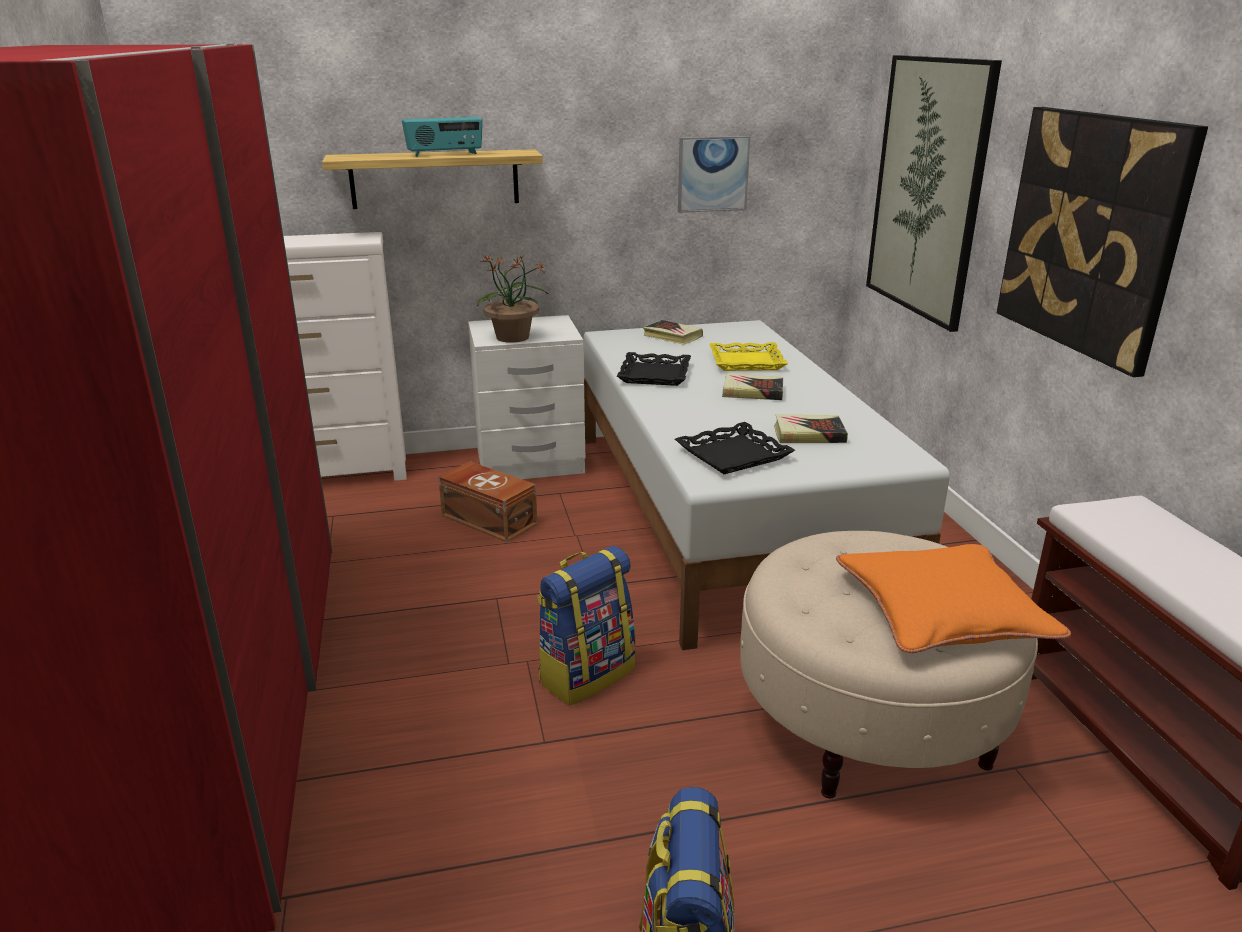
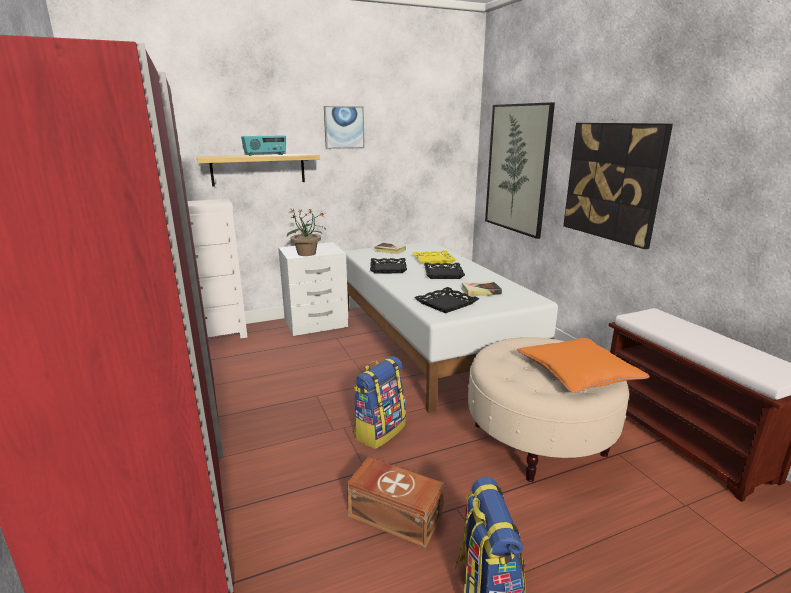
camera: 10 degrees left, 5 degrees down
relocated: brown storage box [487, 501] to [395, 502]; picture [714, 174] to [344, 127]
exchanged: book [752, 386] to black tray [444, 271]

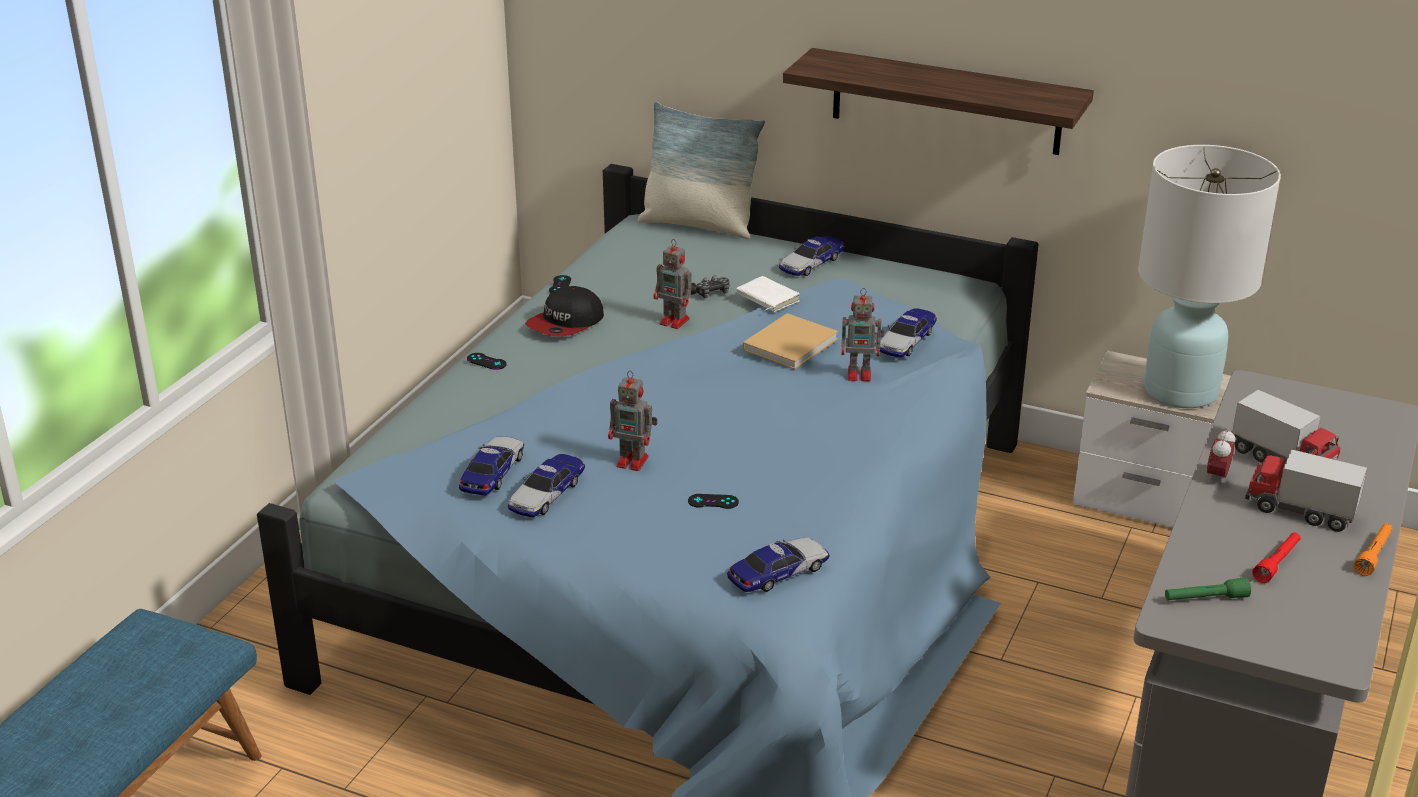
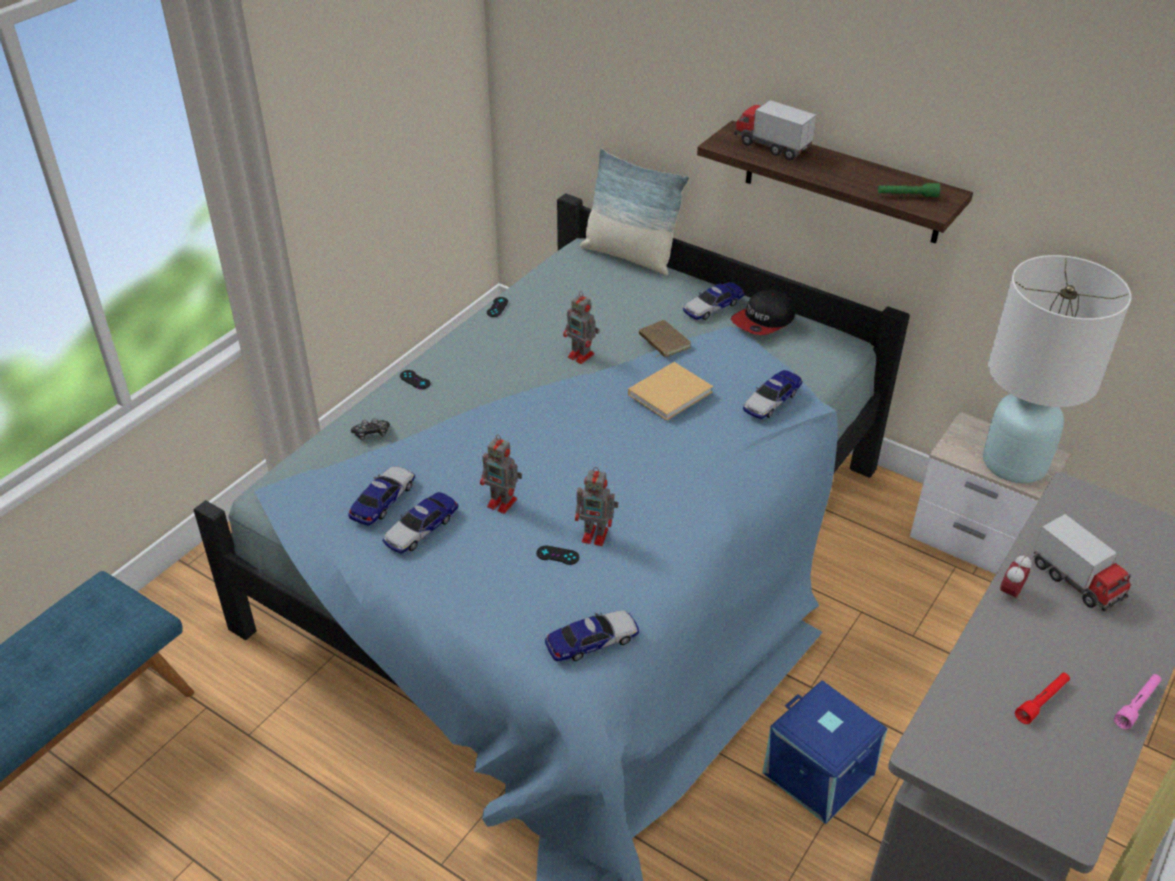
camera: 10 degrees right, 10 degrees up
appeared: blue storage box [825, 752]
relocated: cap [564, 311] to [763, 312]; game controller [710, 287] to [370, 429]; toy robot [862, 334] to [597, 506]; green flashlight [1208, 588] to [909, 190]; toy truck [1306, 490] to [775, 130]
colour: white book [768, 294] to brown book [665, 338]; orange flashlight [1373, 549] to pink flashlight [1137, 702]

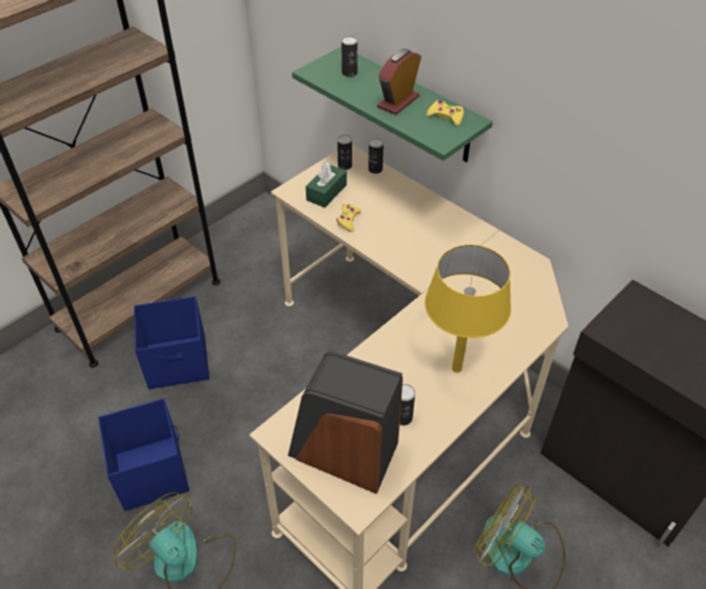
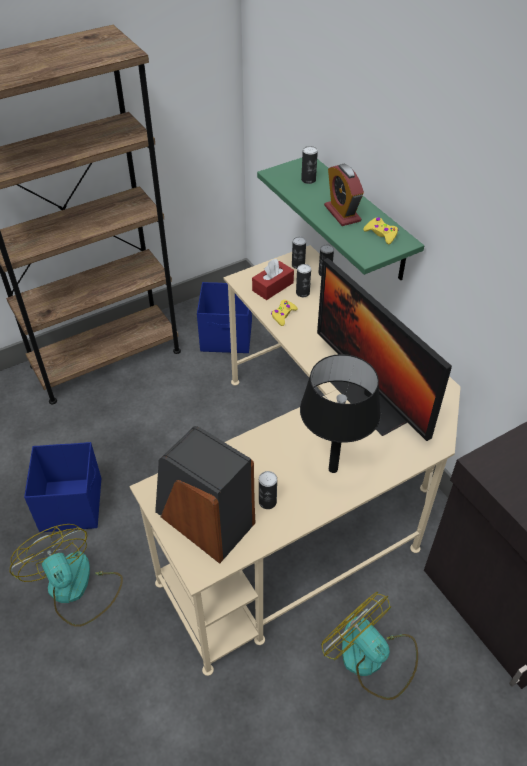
camera: 15 degrees right, 0 degrees up
appeared: can [303, 280]; monitor [384, 349]
relocated: blue storage box [171, 342] to [224, 317]
colour: green tissue box [326, 185] to red tissue box [273, 279]; yellow table lamp [468, 308] to black table lamp [340, 413]
spun: alarm clock [399, 82] = [344, 195] 75 degrees counterclockwise

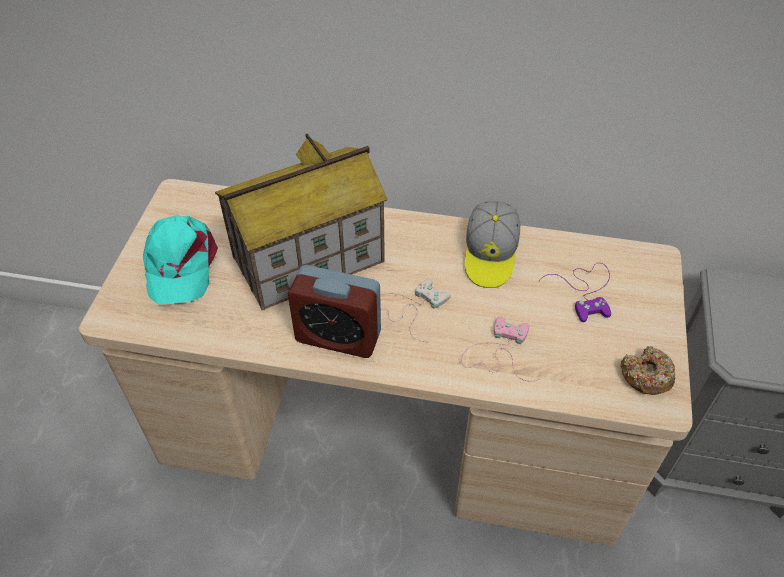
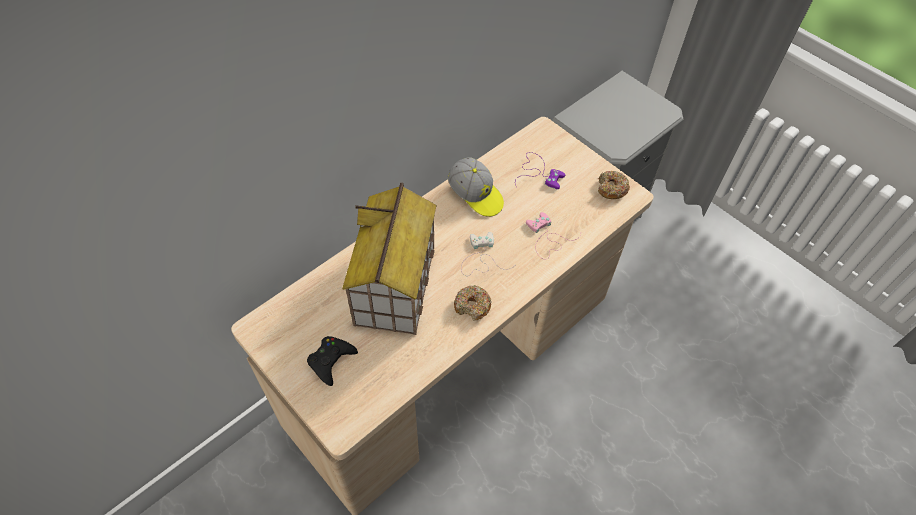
camera: 55 degrees left, 5 degrees up
exchanged: turquoise cap [180, 260] to black game controller [332, 361]; alarm clock [334, 311] to donut [472, 303]

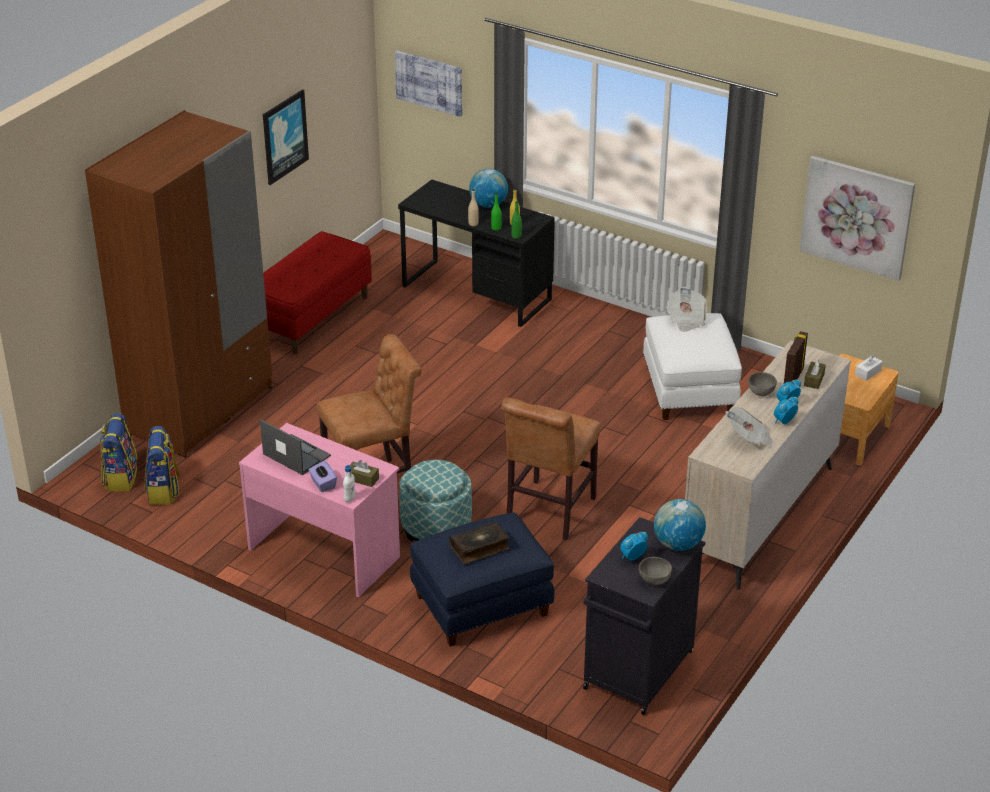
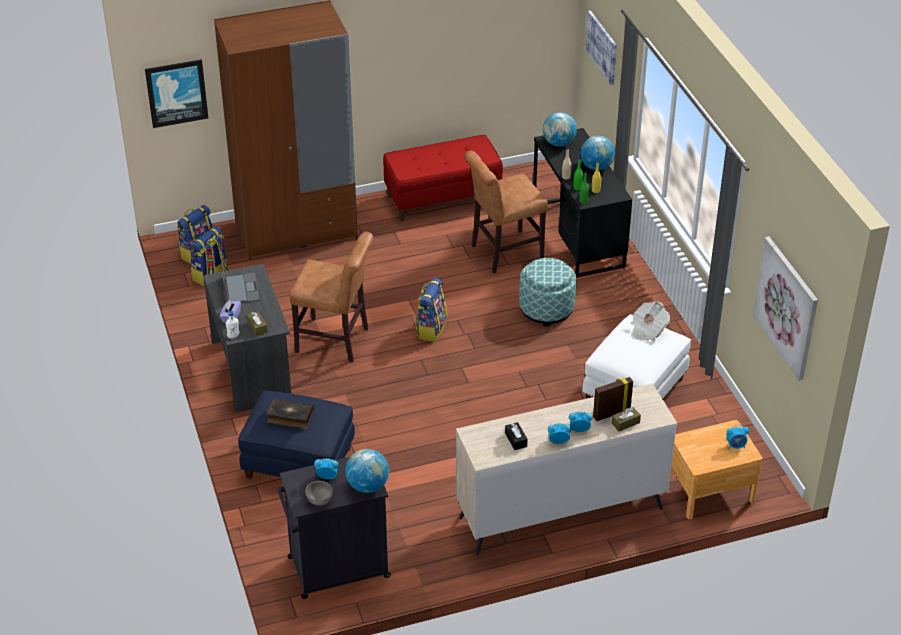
camera: 40 degrees right, 5 degrees up
missing: grey bowl [762, 384]
appeared: backpack [431, 310]; globe [560, 129]
relocated: picture [286, 137] to [176, 93]; ottoman [435, 500] to [547, 292]; brown chair [551, 469] to [506, 212]
exchanged: newspaper [750, 426] to black tissue box [516, 436]; white tissue box [869, 367] to alarm clock [737, 436]
colour: pink desk [319, 510] to grey desk [247, 338]

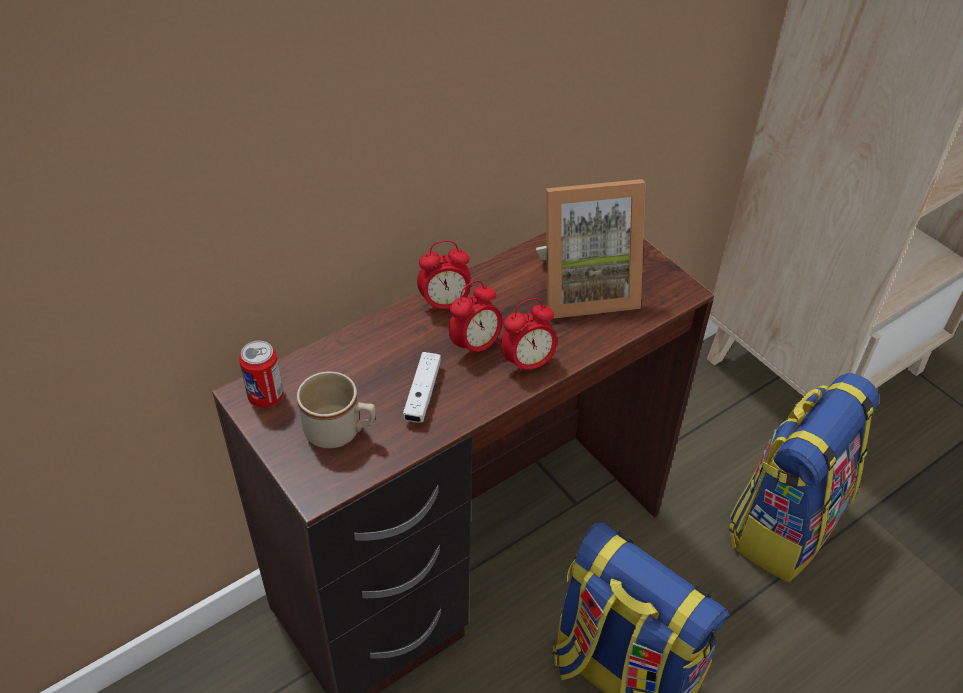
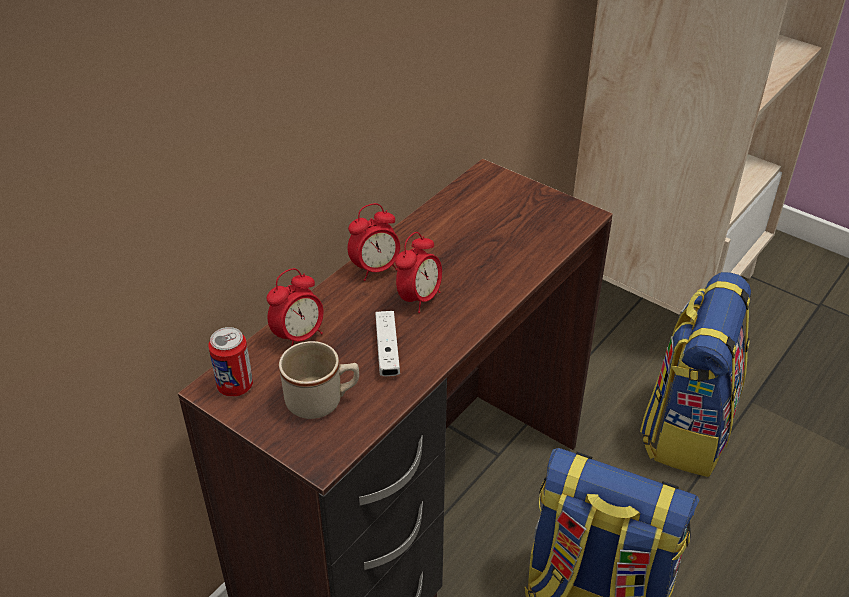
camera: 15 degrees left, 5 degrees down
missing: picture frame [590, 249]
relocated: alarm clock [528, 338] to [295, 307]

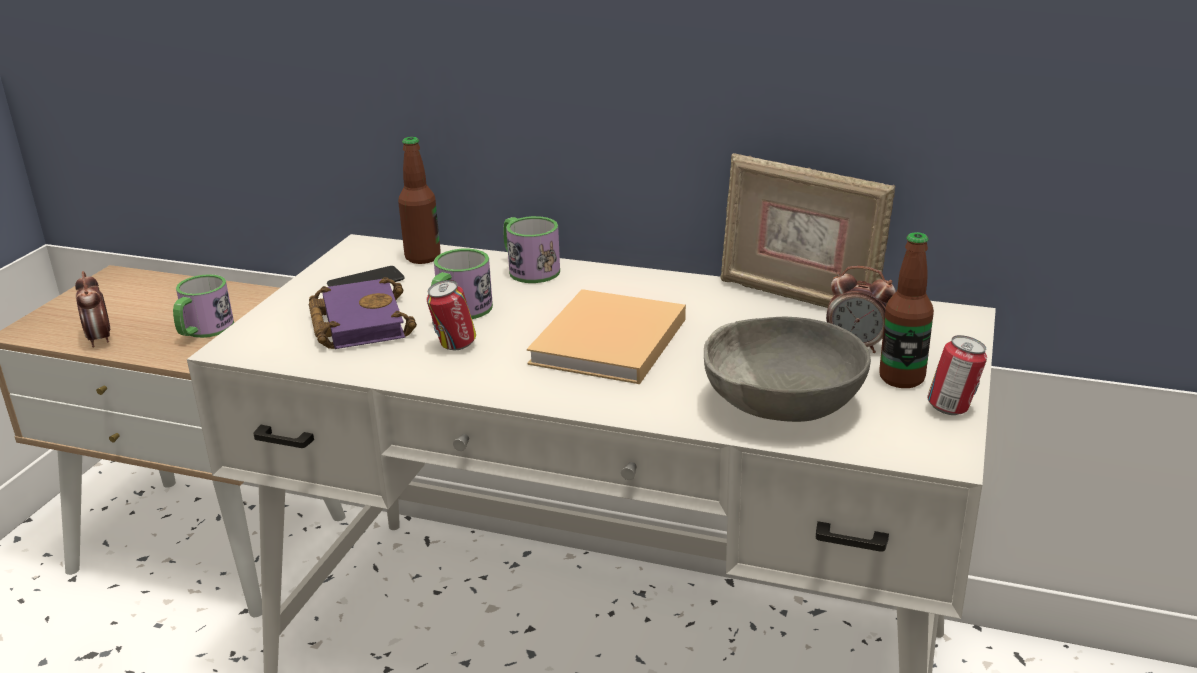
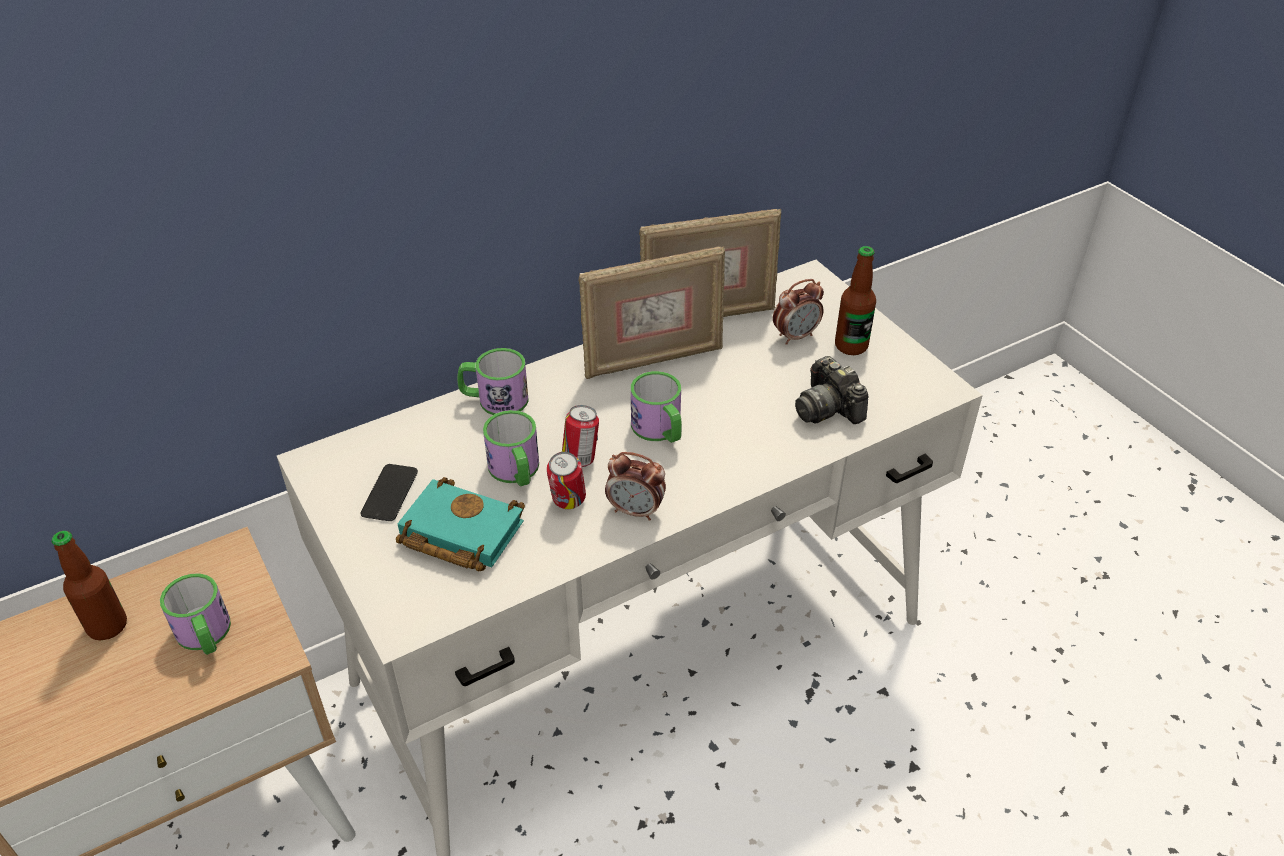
camera: 50 degrees left, 15 degrees up
appeared: picture frame [651, 312]
relocated: alarm clock [92, 309] to [635, 486]; bottle [419, 200] to [89, 585]; can [957, 375] to [580, 436]
exchanged: beige book [606, 336] to mug [656, 407]; grey bowl [787, 369] to photo camera [832, 390]
colour: purple book [363, 313] to turquoise book [460, 524]

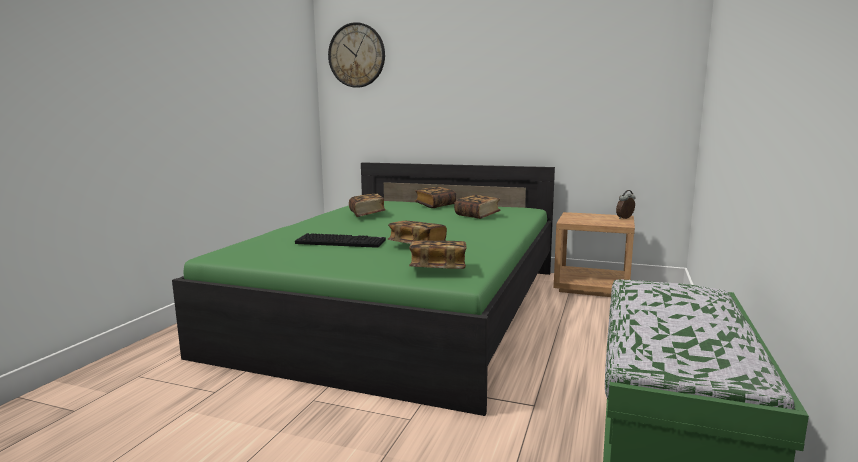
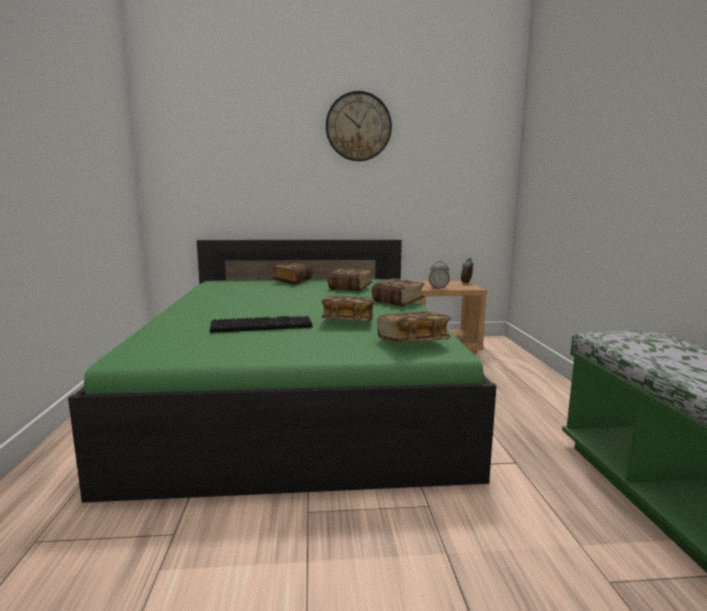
camera: 25 degrees left, 0 degrees up
appeared: alarm clock [439, 275]
relocated: wall clock [356, 55] to [359, 126]; book [367, 205] to [398, 292]

